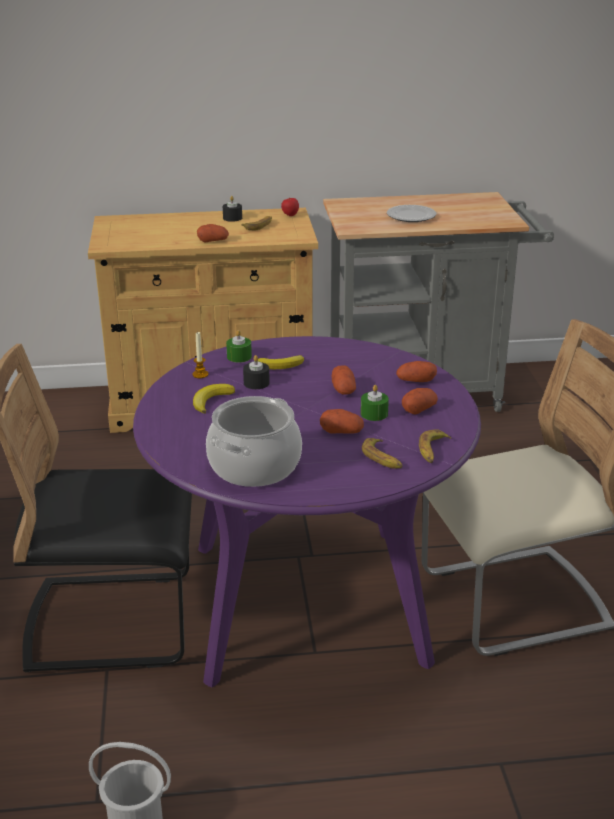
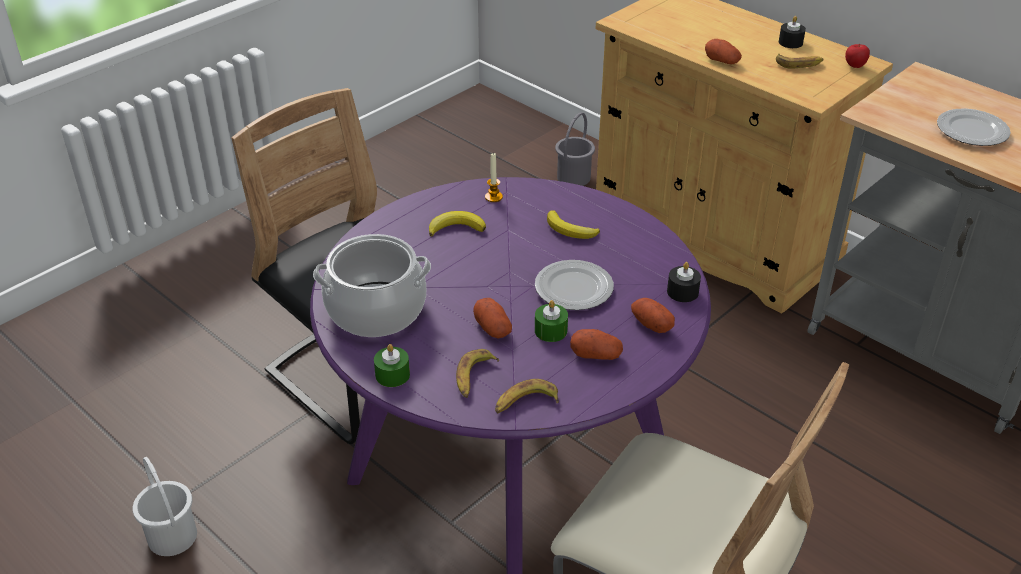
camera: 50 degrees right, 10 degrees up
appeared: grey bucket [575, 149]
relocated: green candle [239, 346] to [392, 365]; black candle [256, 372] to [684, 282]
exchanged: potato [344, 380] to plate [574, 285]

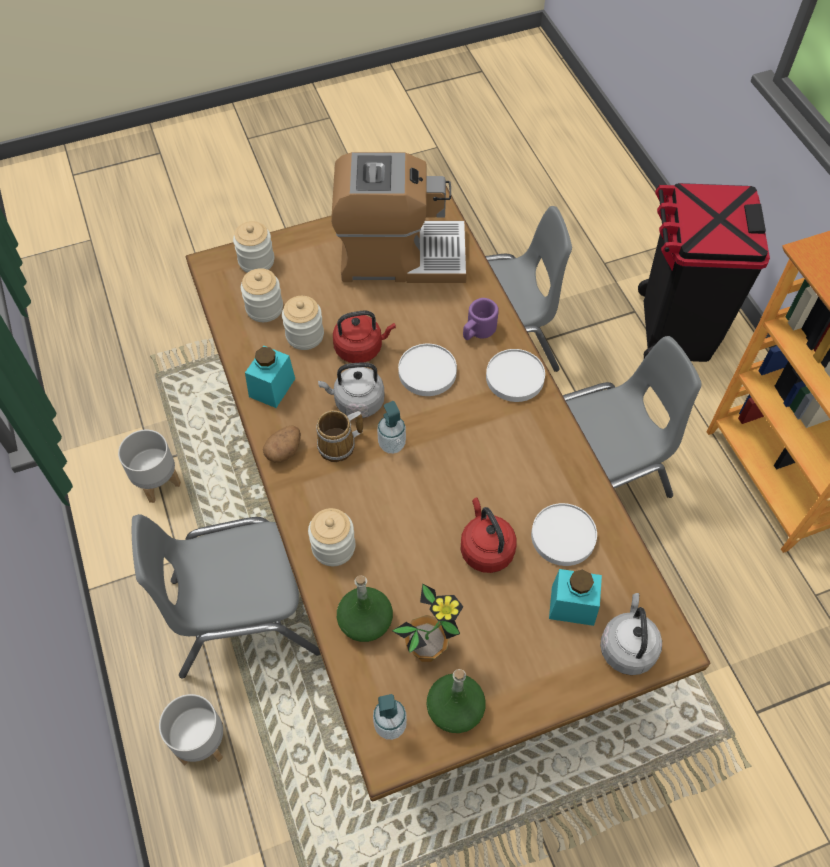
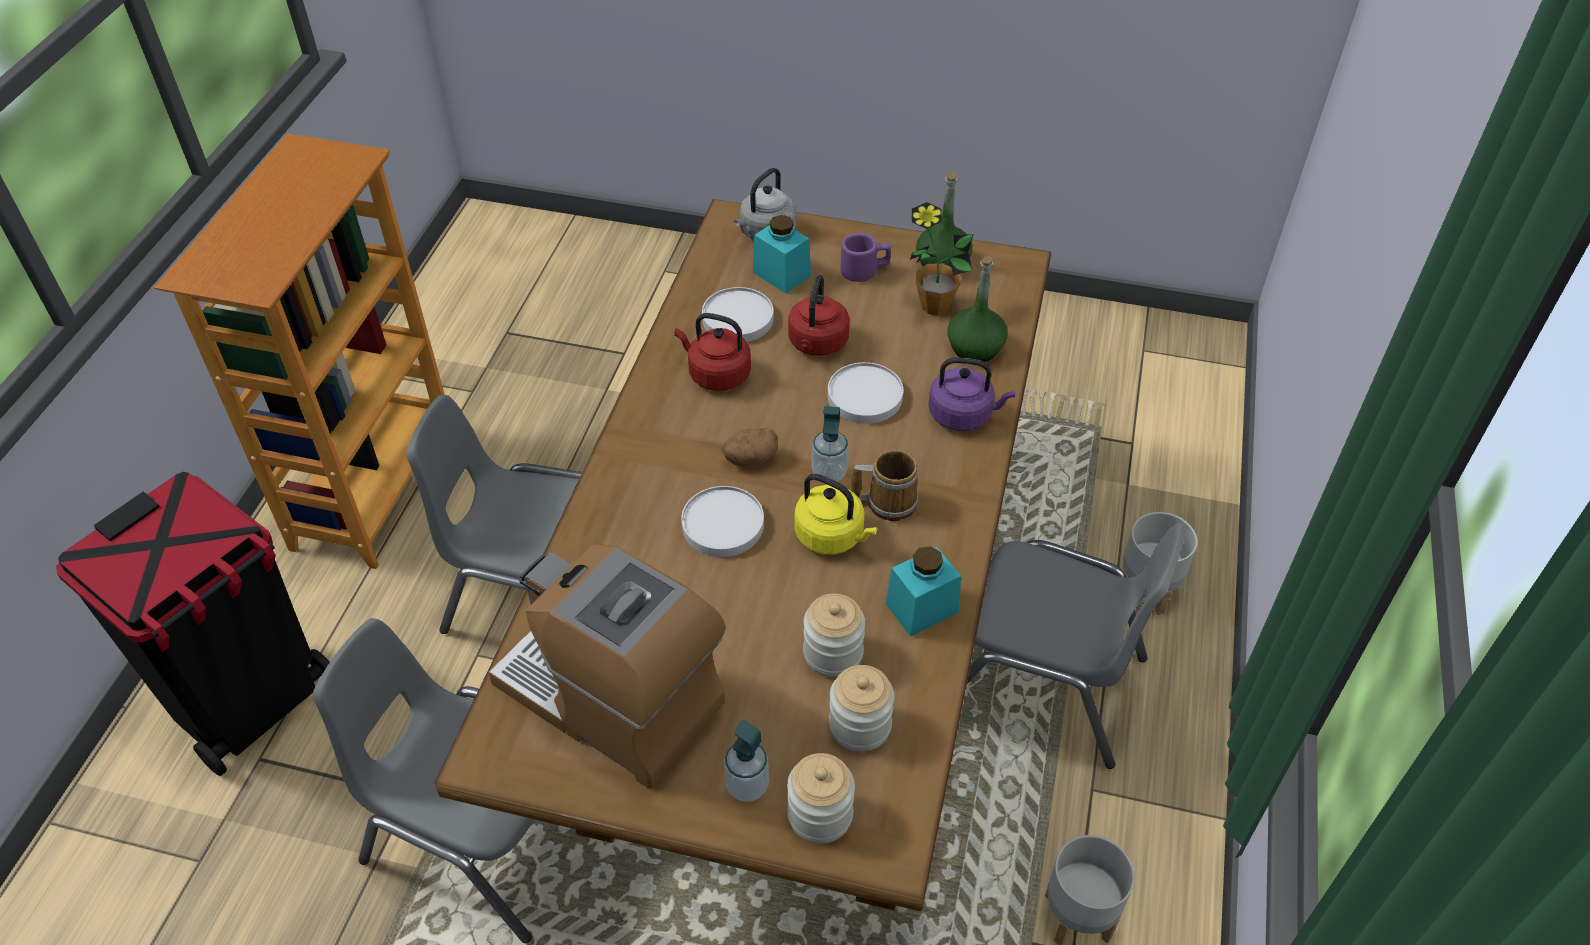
camera: 145 degrees left, 10 degrees down
relocated: potato [282, 444] to [749, 447]; red kettle [364, 336] to [713, 352]; soap dispenser [390, 717] to [746, 761]; purple mug [481, 319] to [866, 257]; white plate [515, 375] to [865, 393]
exchanged: jar [331, 537] to purple kettle [972, 394]
colour: grey kettle [351, 390] to yellow kettle [836, 514]

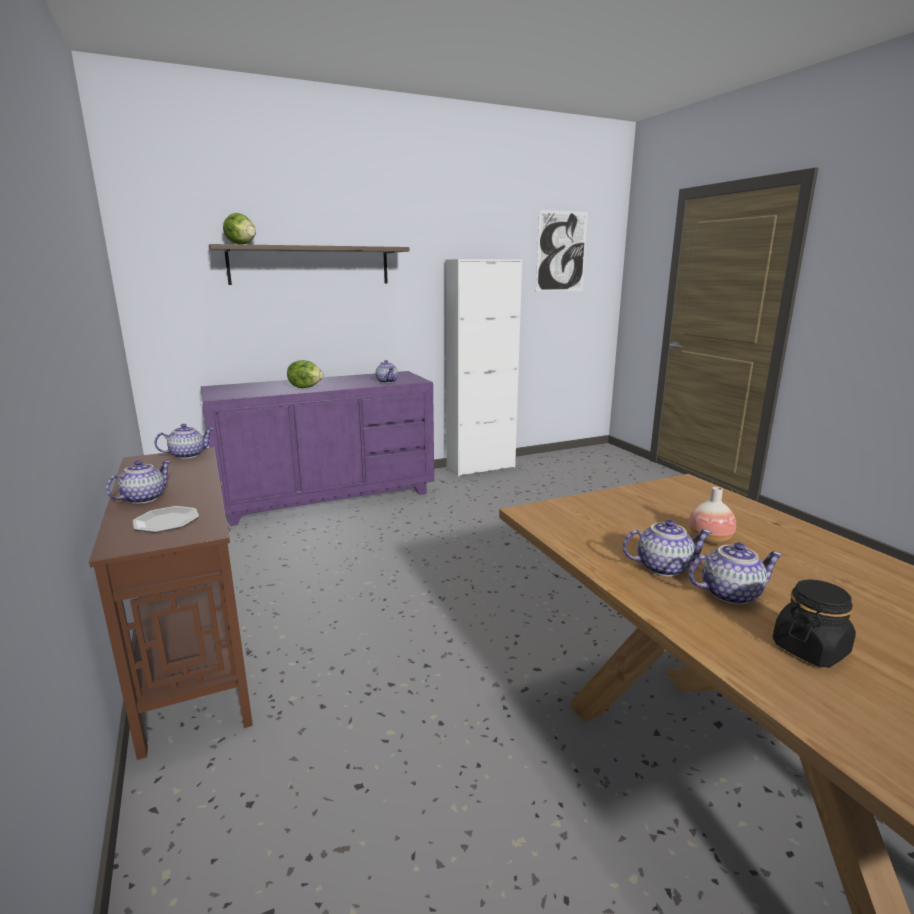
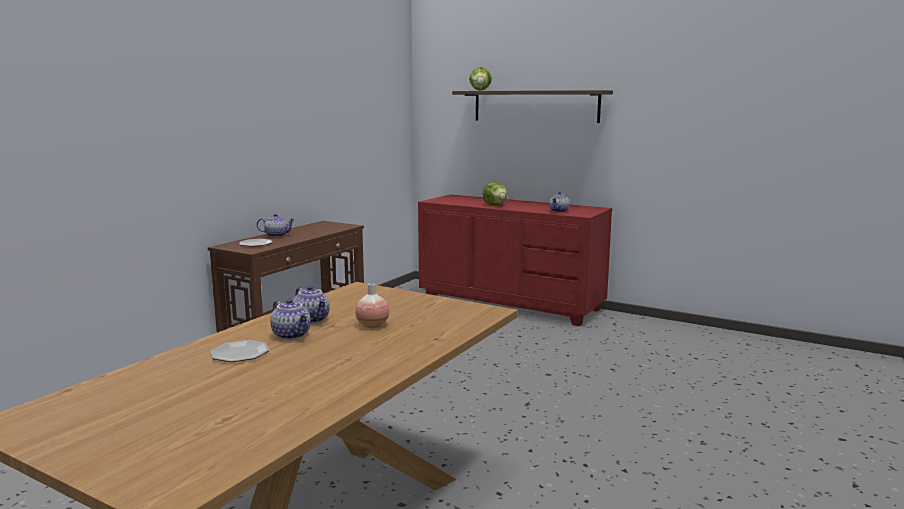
camera: 55 degrees right, 5 degrees down
missing: teapot [184, 441]; white cabinet [483, 367]; picture [562, 250]
exchanged: black jar [814, 623] to plate [240, 351]
colour: purple dresser [317, 448] to red dresser [515, 260]

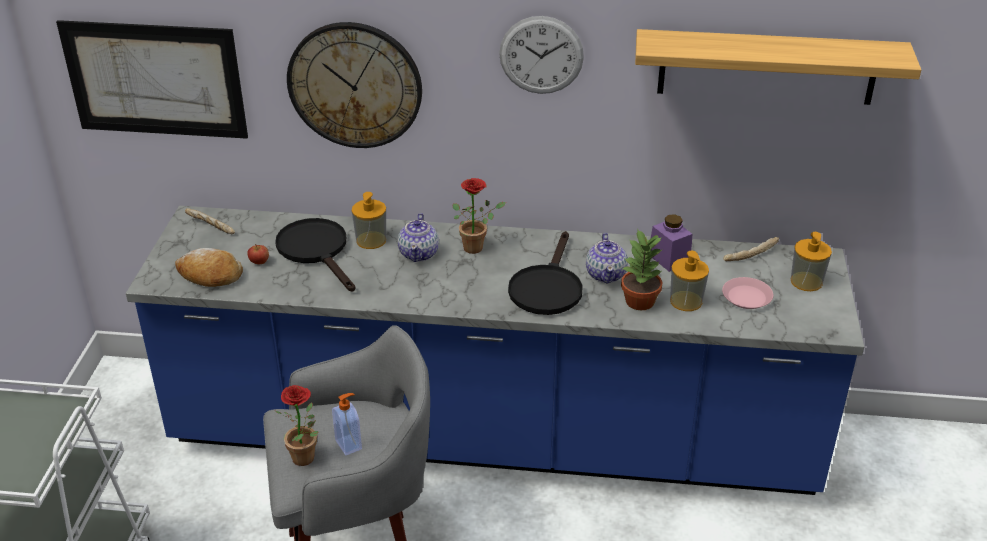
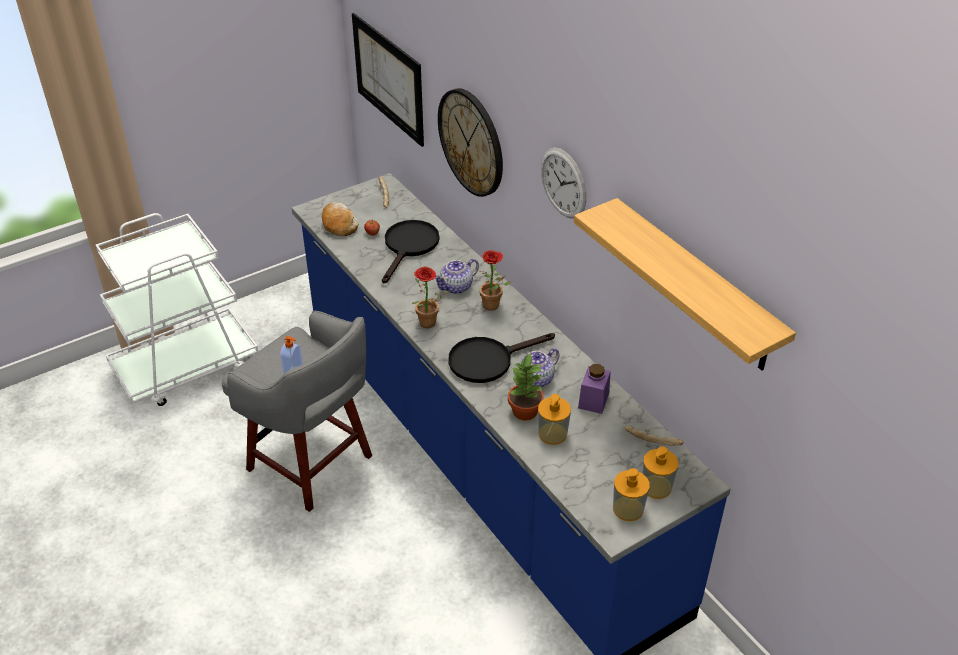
camera: 50 degrees right, 5 degrees up
missing: pink plate [747, 293]
relocated: potted plant [296, 425] to [431, 297]; soap dispenser [369, 220] to [631, 494]

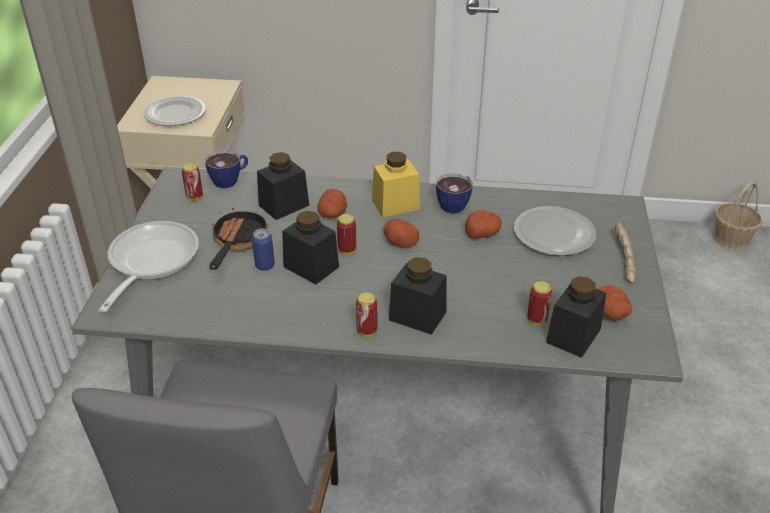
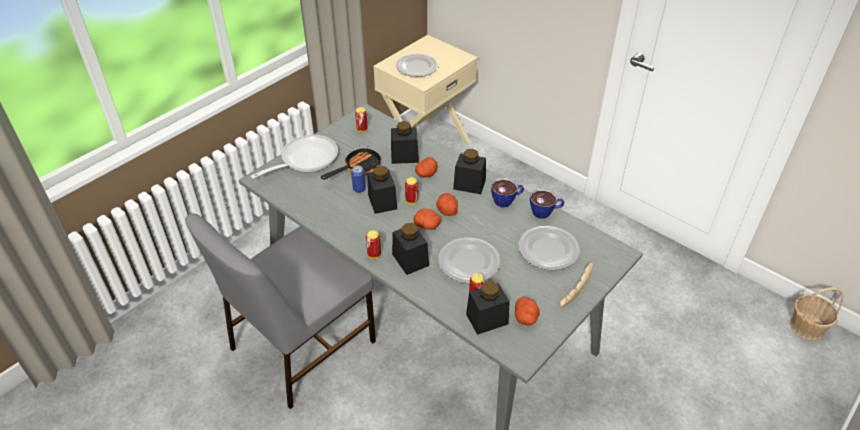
camera: 35 degrees right, 5 degrees up
appeared: plate [469, 260]
relocated: cup [226, 169] to [547, 203]; potato [483, 224] to [427, 219]
colour: yellow jar [396, 184] to black jar [469, 171]

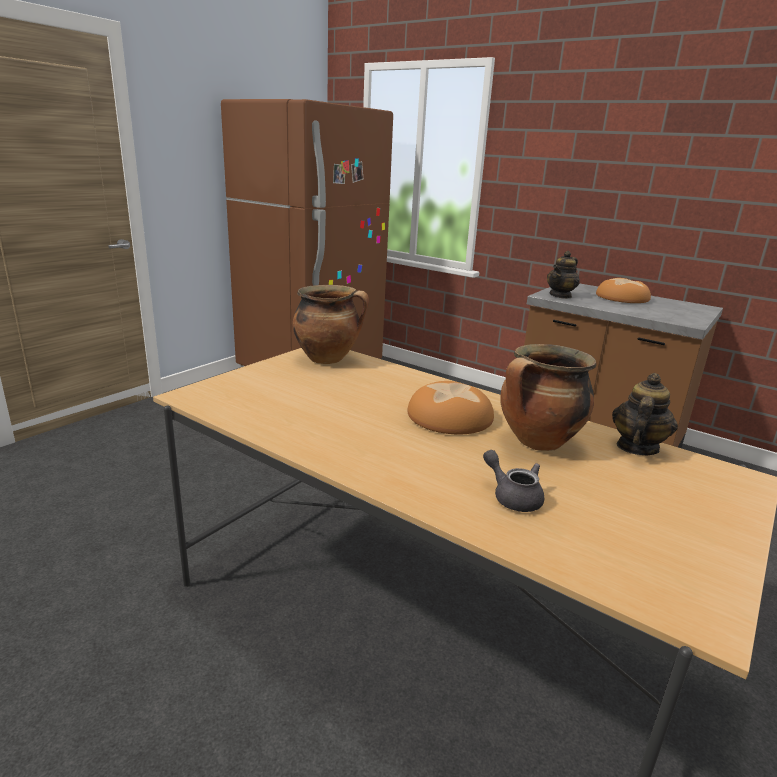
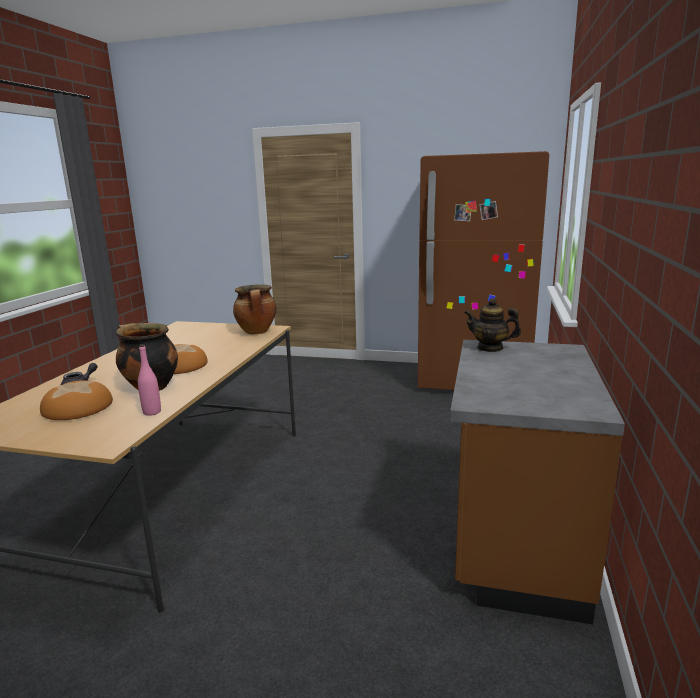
camera: 70 degrees right, 5 degrees down
relocated: bread [623, 290] to [76, 400]
exchanged: teapot [645, 414] to pink bottle [149, 380]

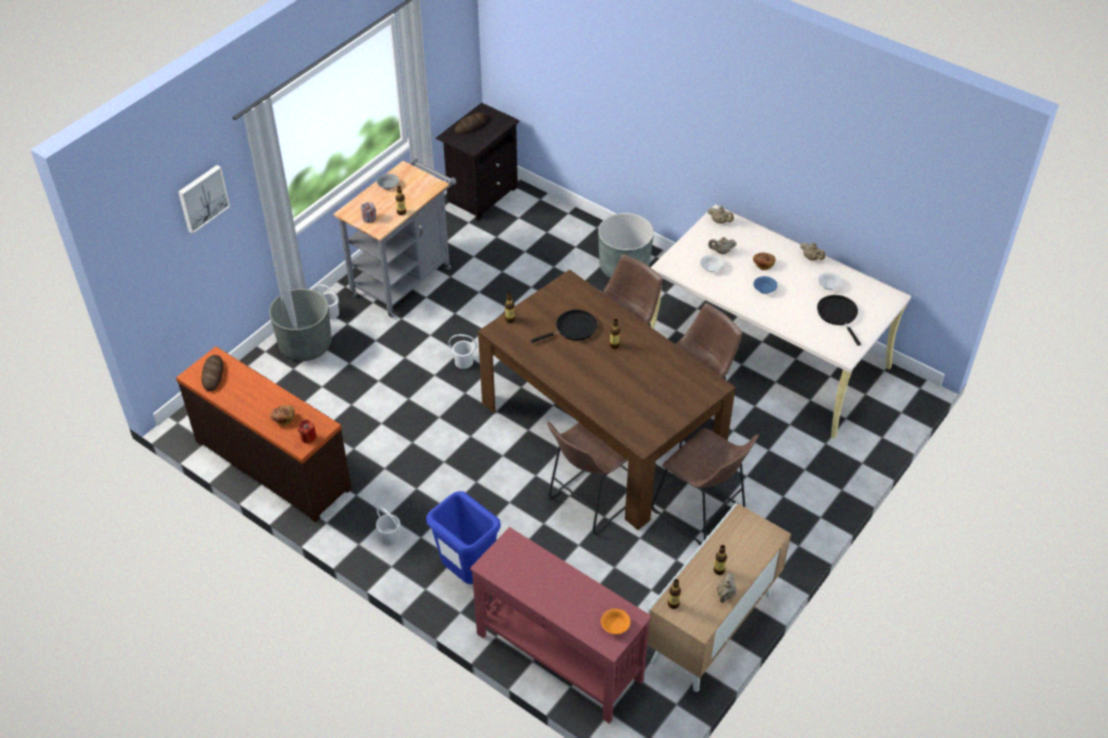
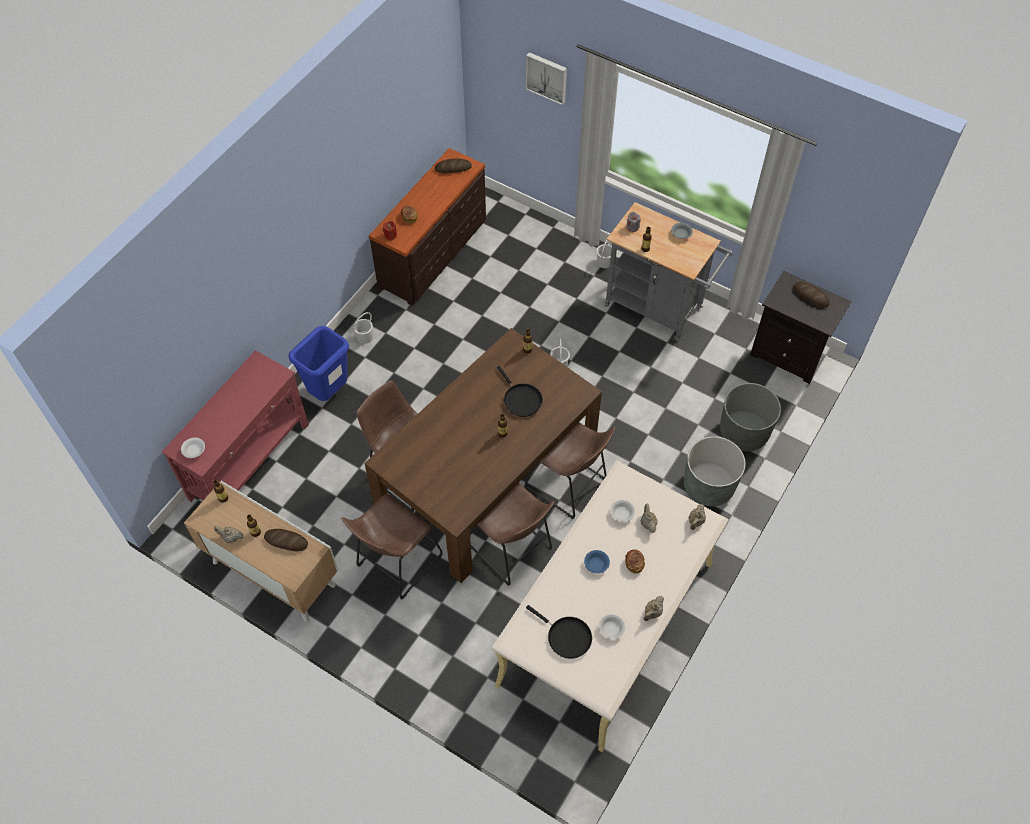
camera: 85 degrees right, 10 degrees up
appeared: bread [286, 540]
relocated: grey planter [300, 325] to [750, 417]
colour: orange bowl [615, 621] to white bowl [193, 448]
spun: black frying pan [839, 320] = [559, 632] 60 degrees clockwise

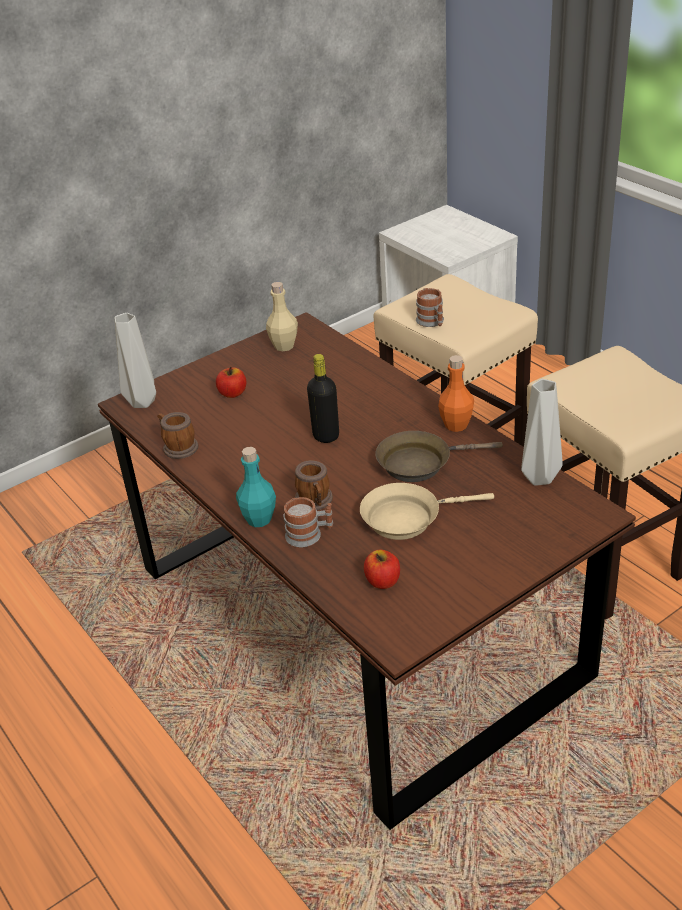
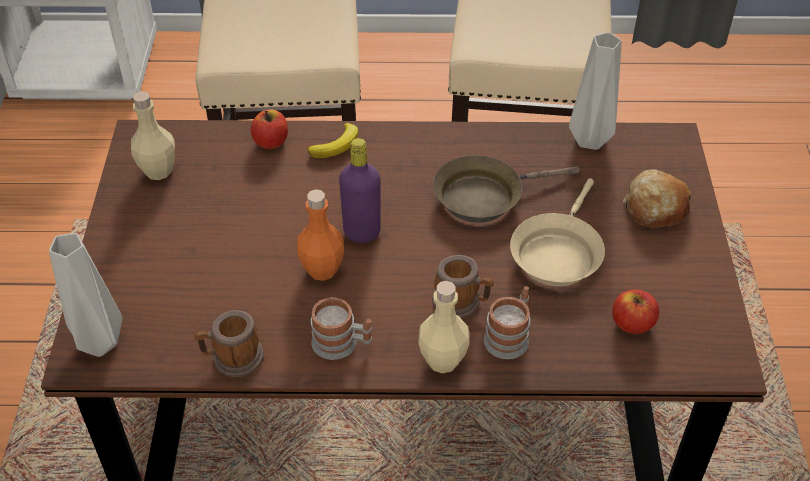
camera: 55 degrees left, 10 degrees up
appeared: banana [333, 140]; bread [657, 198]
relocated: apple [231, 382] to [269, 129]; mug [430, 307] to [341, 328]; orange bottle [456, 393] to [320, 235]
colour: turquoise bottle [256, 487] to beige bottle [443, 327]; black bottle [323, 398] to purple bottle [360, 190]
spun: brown frying pan [439, 456] = [506, 189] 45 degrees clockwise

